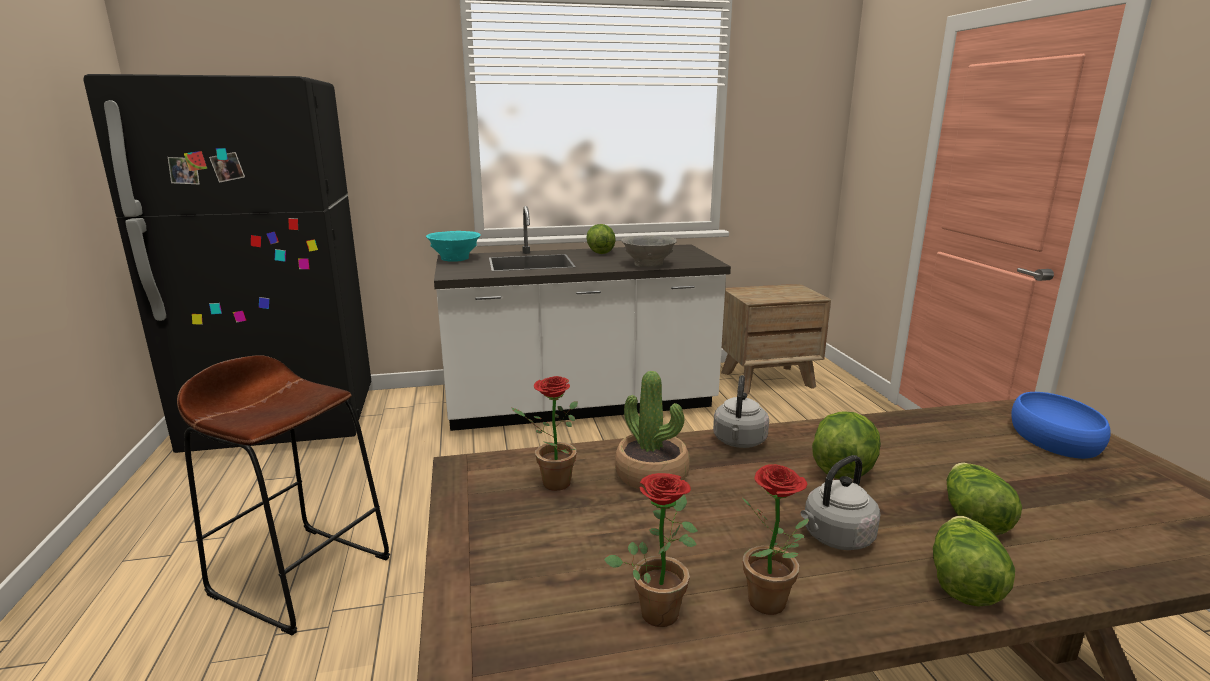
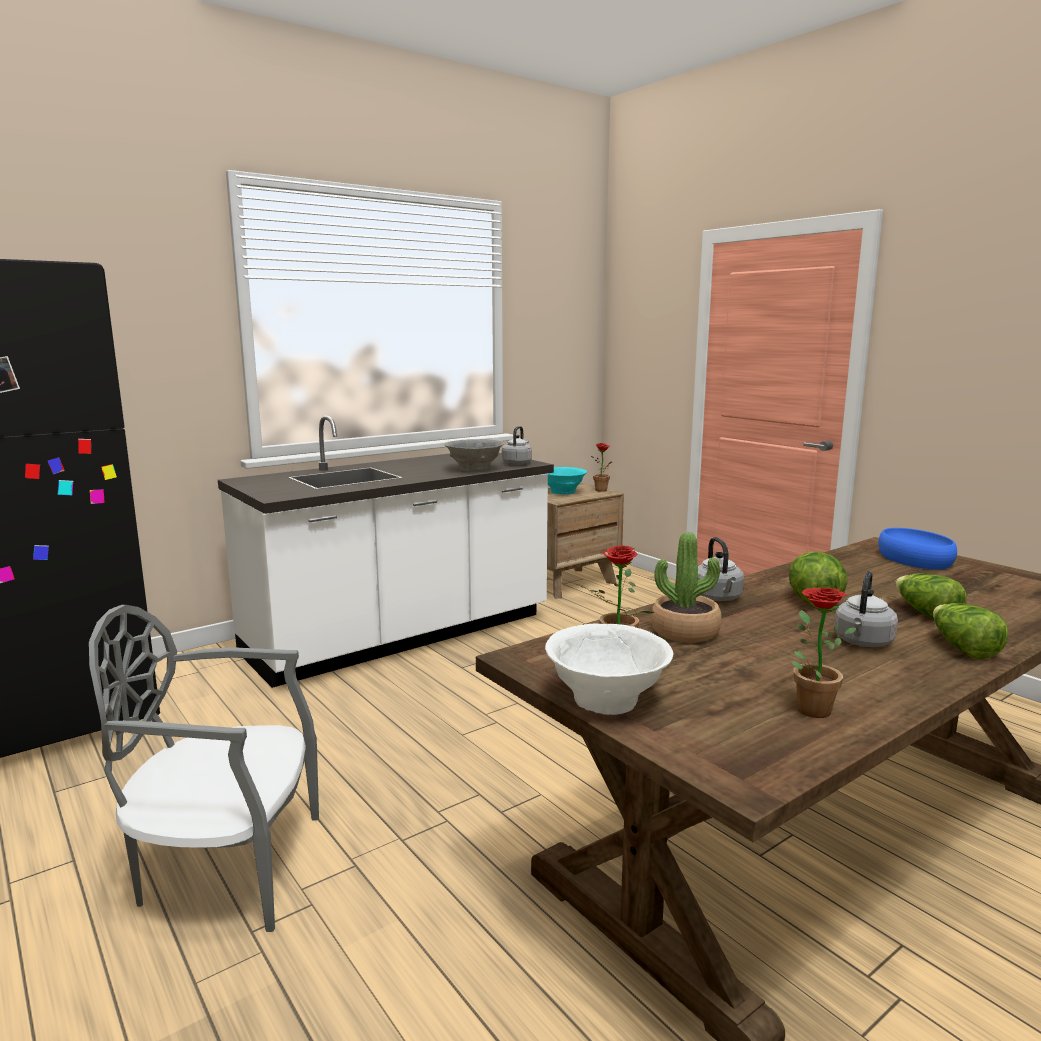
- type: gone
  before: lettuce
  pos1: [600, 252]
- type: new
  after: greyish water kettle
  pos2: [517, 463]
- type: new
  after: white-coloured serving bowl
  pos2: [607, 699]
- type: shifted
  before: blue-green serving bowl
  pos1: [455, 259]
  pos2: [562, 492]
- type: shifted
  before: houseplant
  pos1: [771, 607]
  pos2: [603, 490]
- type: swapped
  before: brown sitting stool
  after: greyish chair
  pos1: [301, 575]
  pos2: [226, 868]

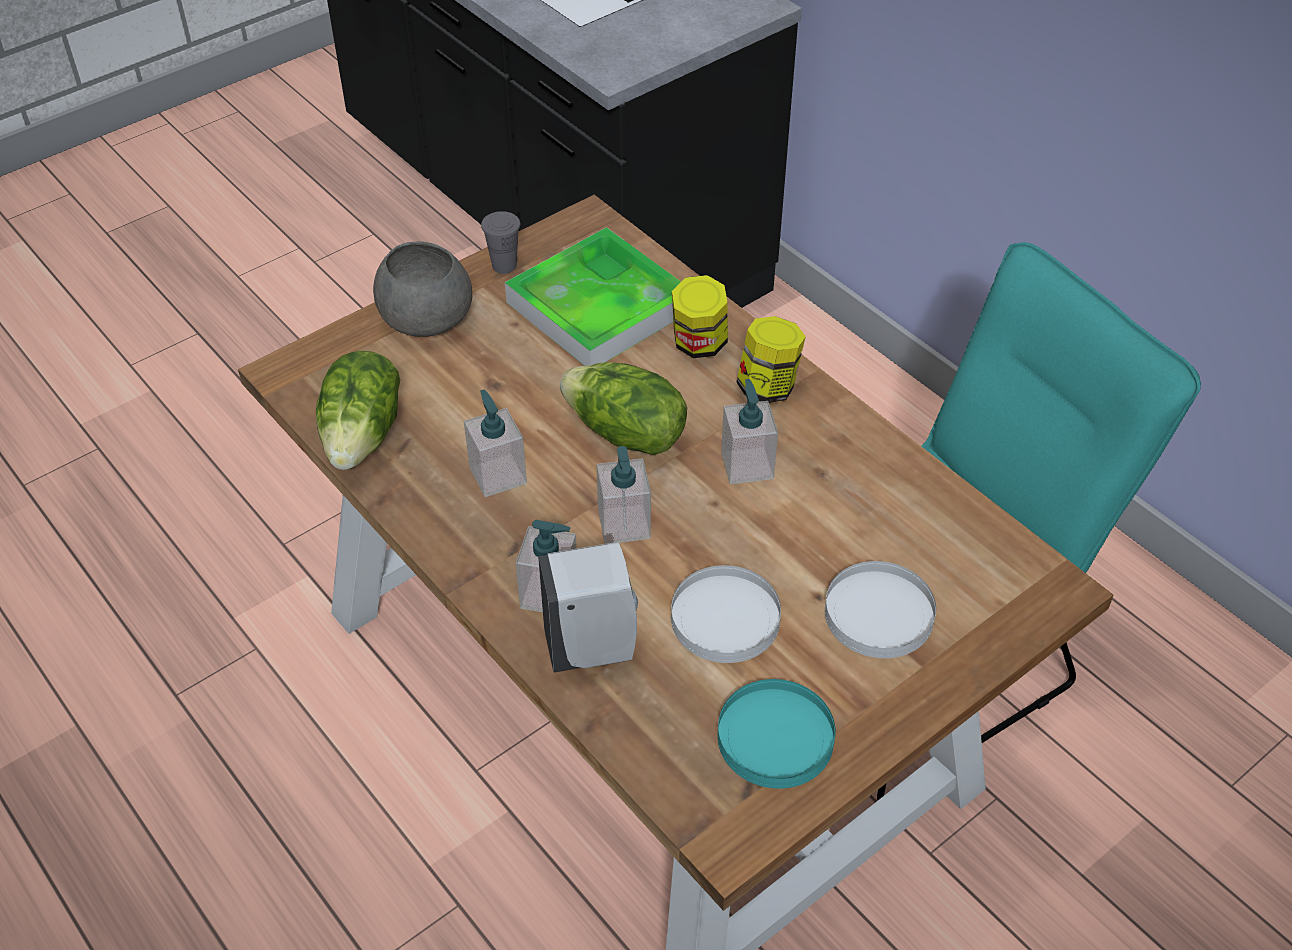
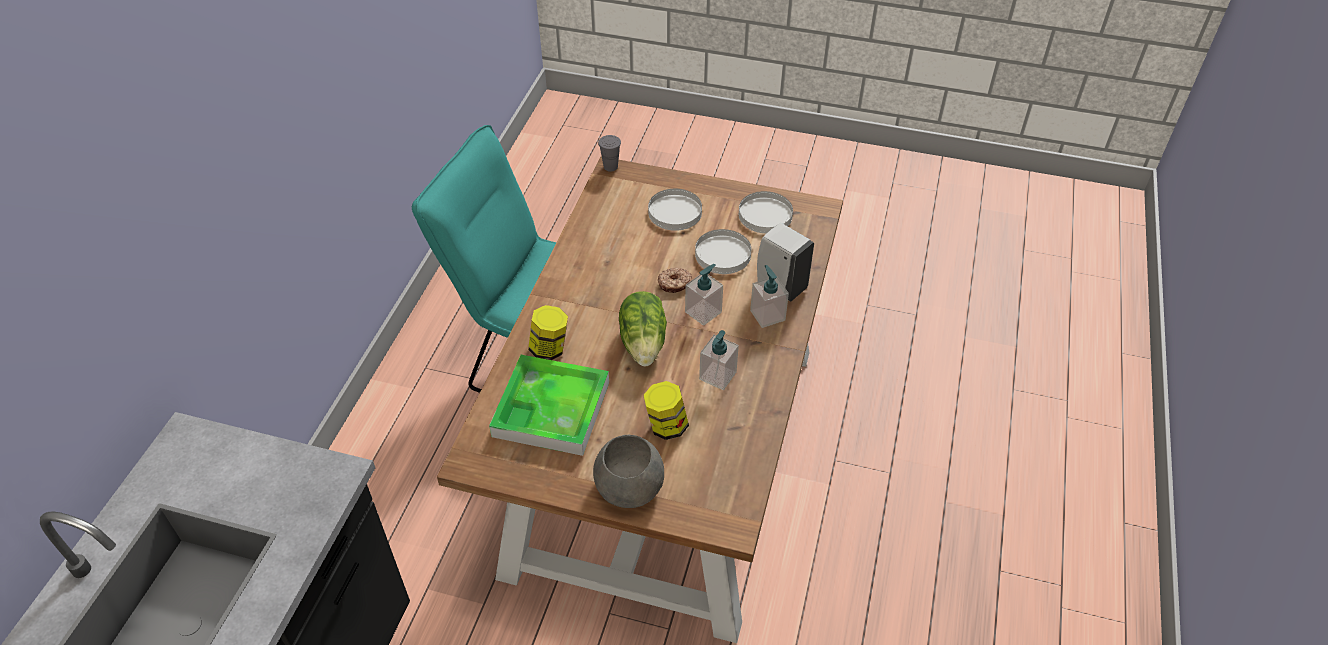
- type: gone
  before: lettuce
  pos1: [364, 435]
- type: gone
  before: soap bottle
  pos1: [747, 465]
- type: new
  after: donut
  pos2: [674, 284]
- type: shifted
  before: greyish small cup
  pos1: [504, 265]
  pos2: [610, 167]
- type: shifted
  before: storage jar
  pos1: [768, 387]
  pos2: [666, 426]
- type: repainted
  before: blue-green flat dish
  after: white-coloured flat dish
  pos1: [776, 736]
  pos2: [764, 215]

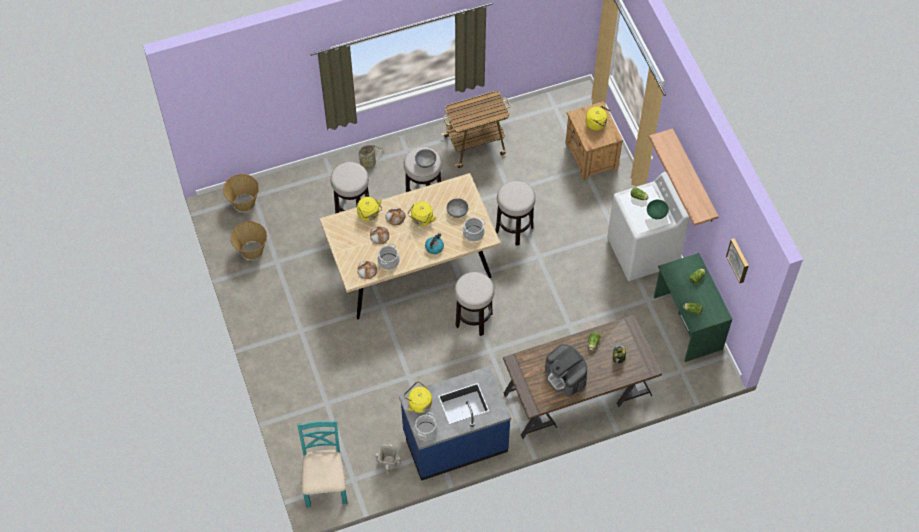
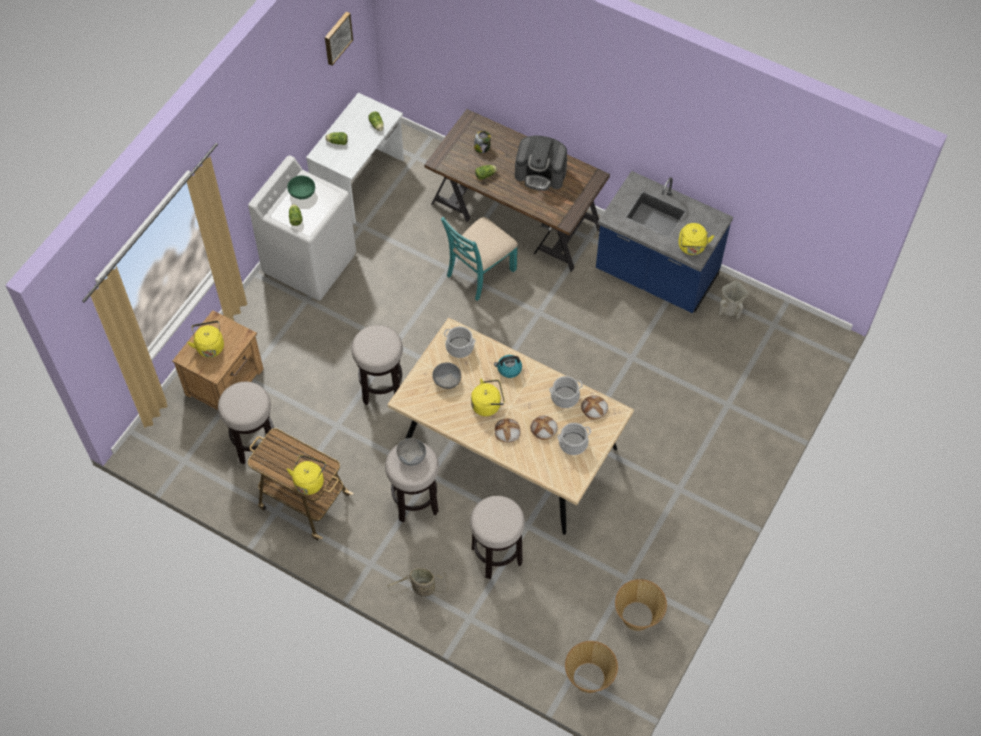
- type: gone
  before: shelf
  pos1: [693, 177]
- type: shifted
  before: blue-green chair
  pos1: [325, 482]
  pos2: [480, 272]
- type: shifted
  before: yellow-coloured water kettle
  pos1: [369, 215]
  pos2: [309, 481]
- type: shifted
  before: stockpot
  pos1: [426, 431]
  pos2: [573, 443]
- type: shifted
  before: sitting stool
  pos1: [473, 320]
  pos2: [255, 443]
- type: repainted
  before: green-coloured desk table
  after: white-coloured desk table
  pos1: [687, 323]
  pos2: [360, 182]
- type: rotated
  before: coffee maker
  pos1: [565, 376]
  pos2: [541, 173]
  turn: 90

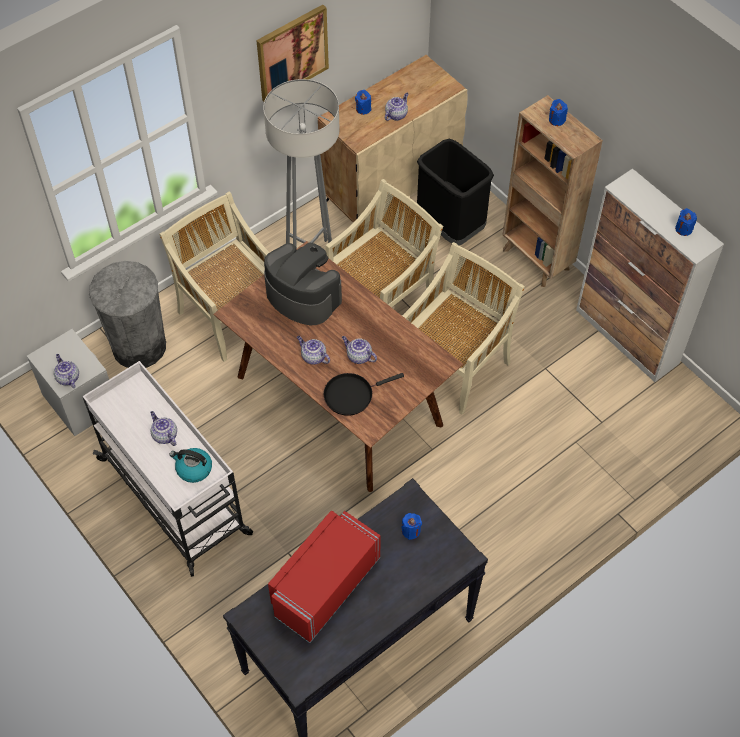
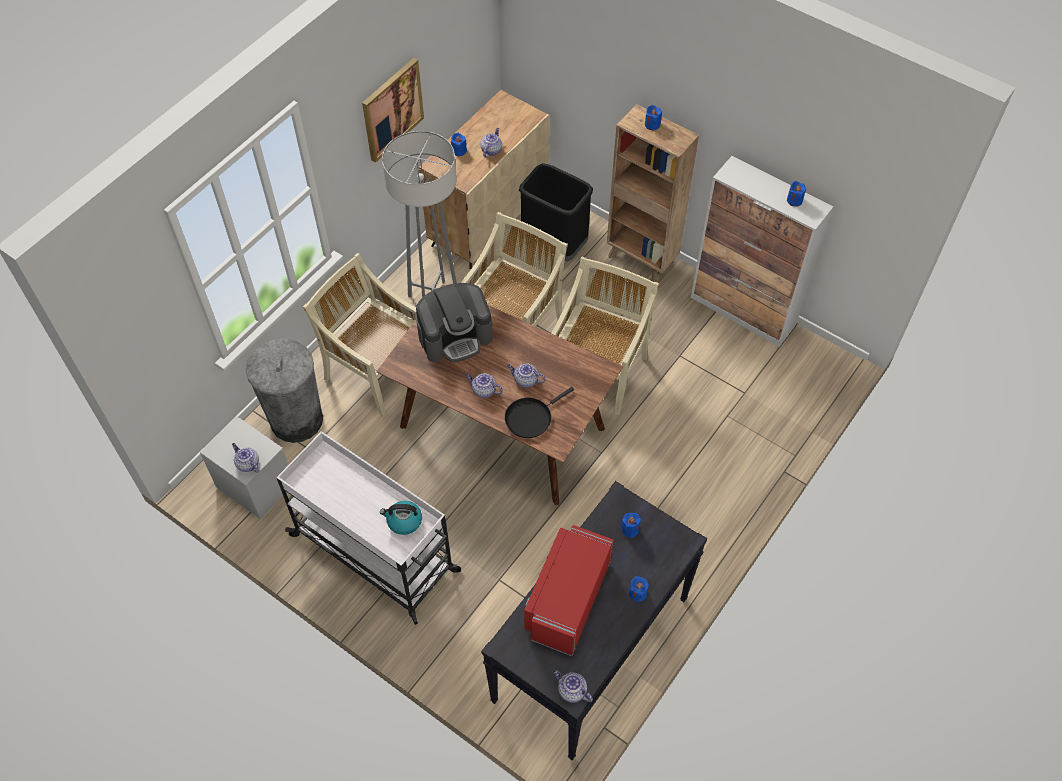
- type: new
  after: blue candle
  pos2: [637, 593]
- type: shifted
  before: tea pot
  pos1: [164, 435]
  pos2: [571, 691]
- type: rotated
  before: coffee maker
  pos1: [302, 296]
  pos2: [455, 336]
  turn: 135

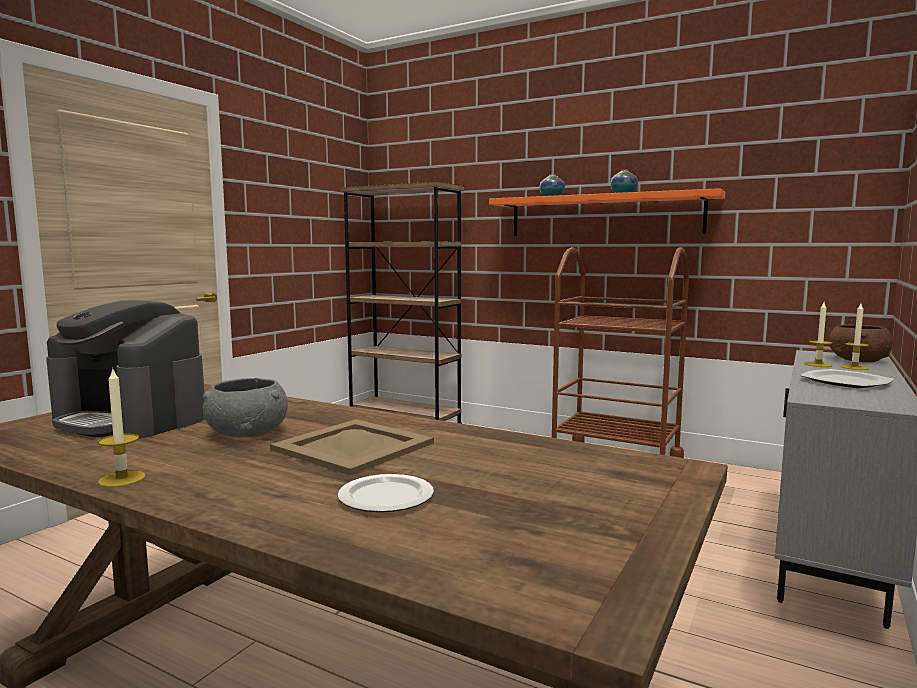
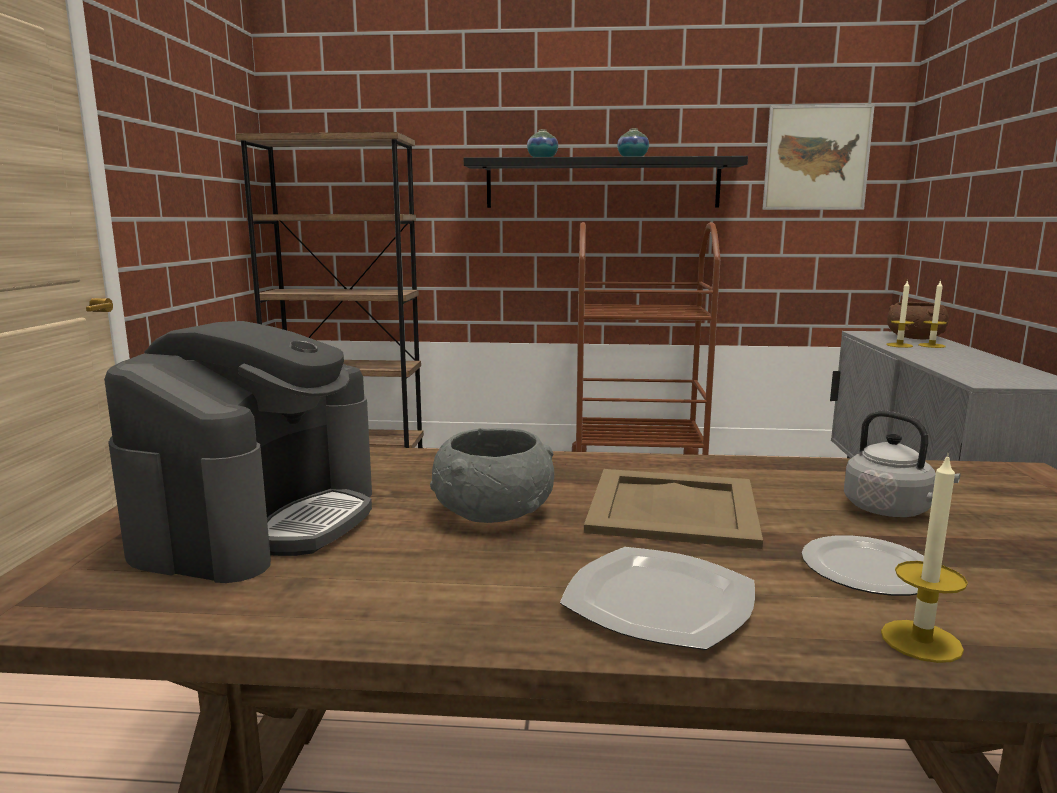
- type: new
  after: picture
  pos2: [816, 158]
- type: new
  after: greyish water kettle
  pos2: [891, 510]
- type: shifted
  before: candle
  pos1: [122, 479]
  pos2: [921, 641]
- type: shifted
  before: flat dish
  pos1: [844, 382]
  pos2: [657, 602]
- type: repainted
  before: orangey shelf
  after: black shelf
  pos1: [603, 215]
  pos2: [602, 183]
- type: rotated
  before: coffee maker
  pos1: [132, 419]
  pos2: [260, 521]
  turn: -75

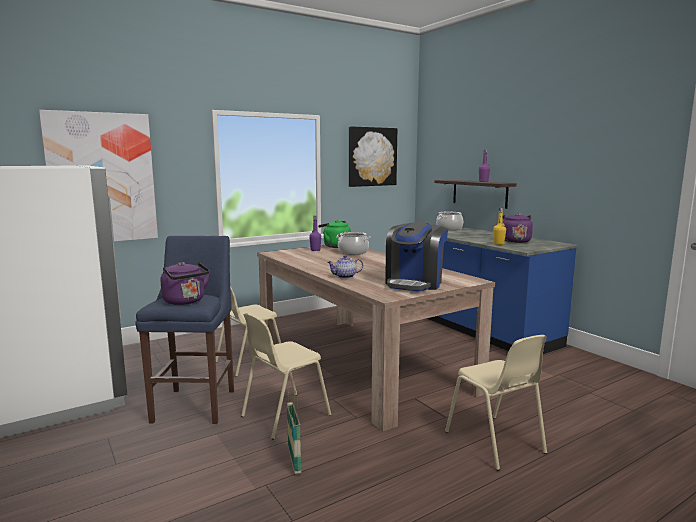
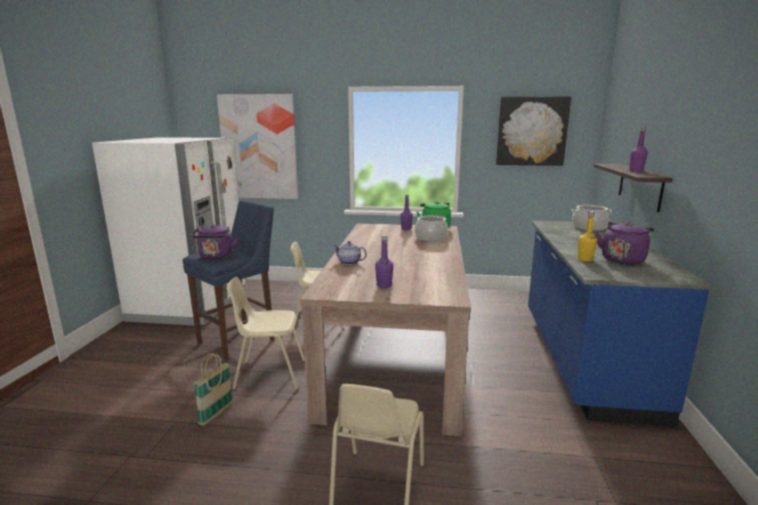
- type: swapped
  before: coffee maker
  after: purple-coloured drink bottle
  pos1: [414, 283]
  pos2: [384, 285]

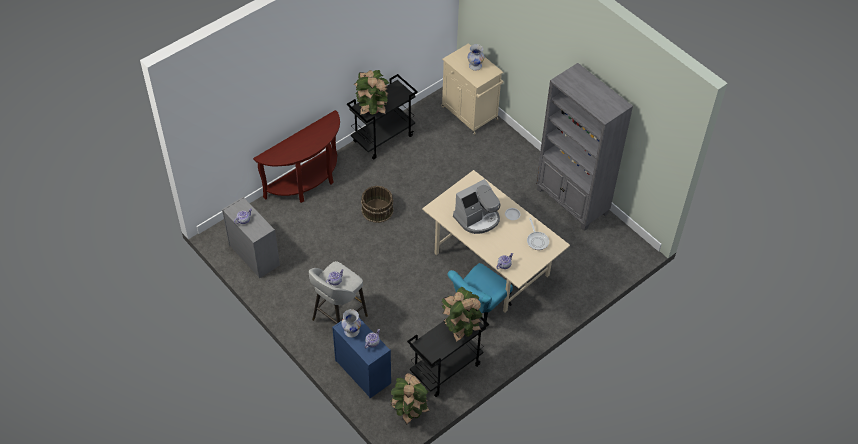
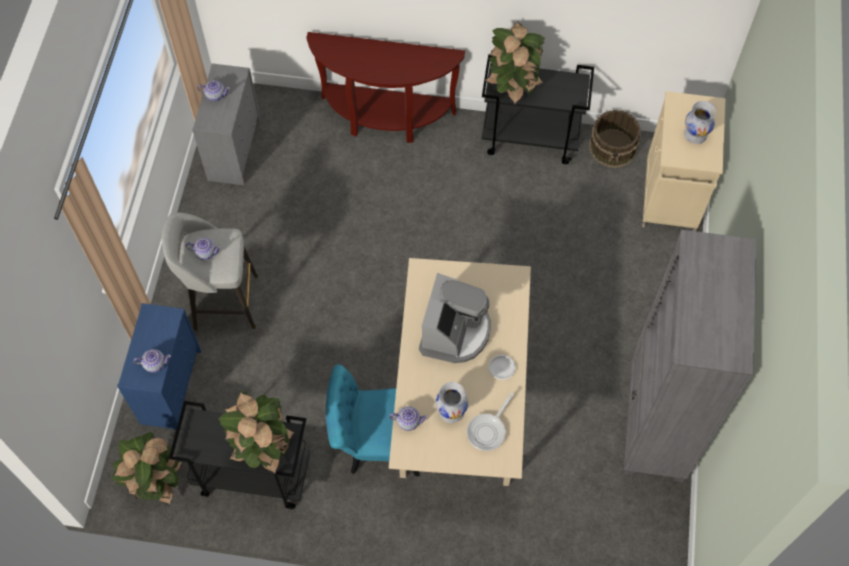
- type: shifted
  before: white-coloured decorative vase
  pos1: [351, 331]
  pos2: [451, 411]
- type: shifted
  before: brown bucket
  pos1: [377, 210]
  pos2: [613, 147]
- type: rotated
  before: coffee maker
  pos1: [477, 218]
  pos2: [455, 332]
  turn: -90

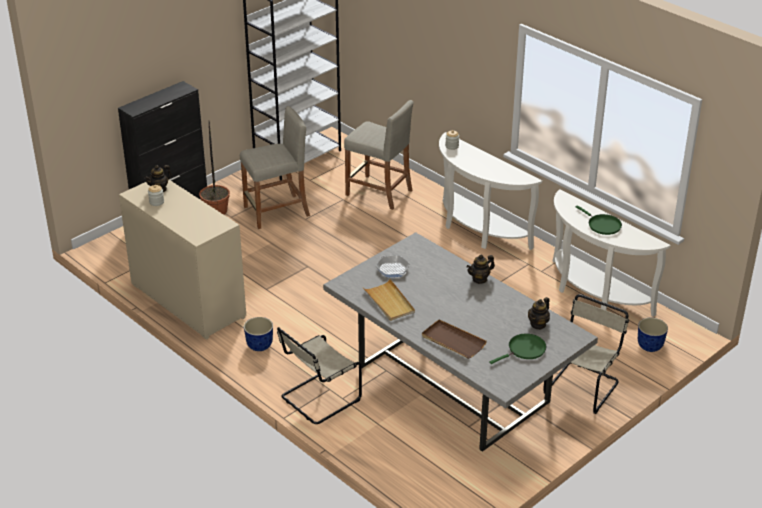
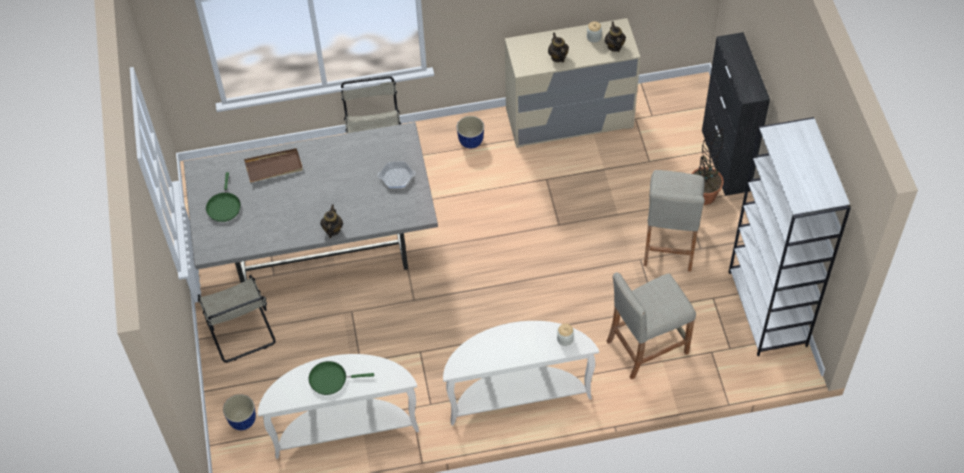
- type: gone
  before: beige-coloured carrying tray
  pos1: [389, 302]
- type: shifted
  before: tea pot
  pos1: [538, 324]
  pos2: [558, 57]

